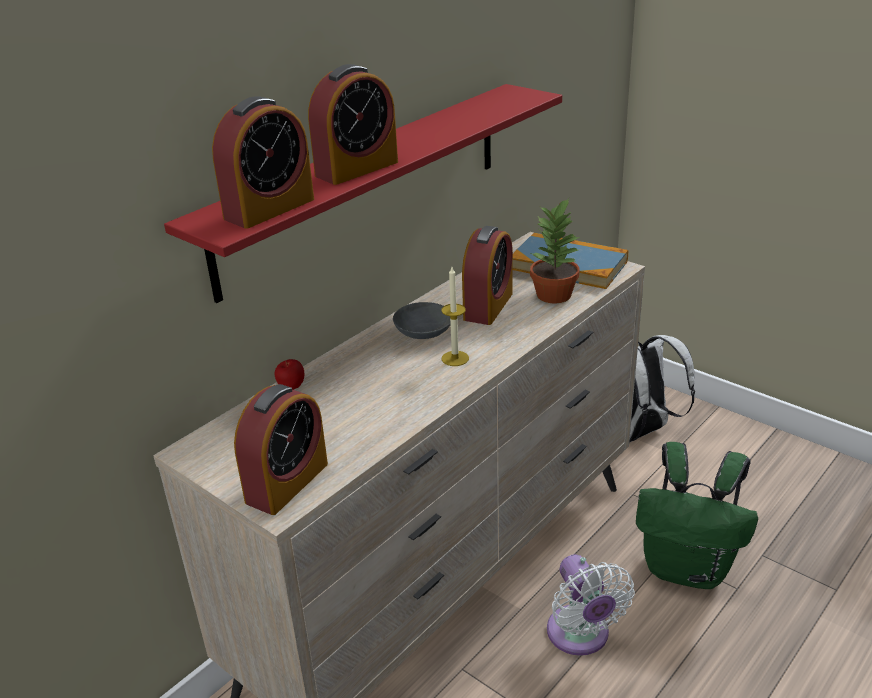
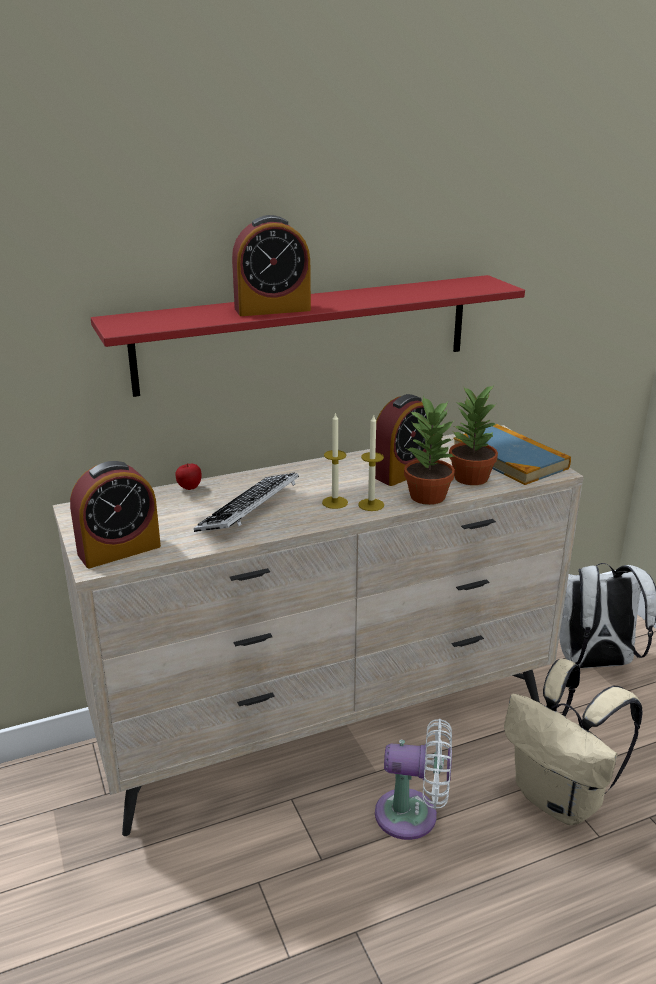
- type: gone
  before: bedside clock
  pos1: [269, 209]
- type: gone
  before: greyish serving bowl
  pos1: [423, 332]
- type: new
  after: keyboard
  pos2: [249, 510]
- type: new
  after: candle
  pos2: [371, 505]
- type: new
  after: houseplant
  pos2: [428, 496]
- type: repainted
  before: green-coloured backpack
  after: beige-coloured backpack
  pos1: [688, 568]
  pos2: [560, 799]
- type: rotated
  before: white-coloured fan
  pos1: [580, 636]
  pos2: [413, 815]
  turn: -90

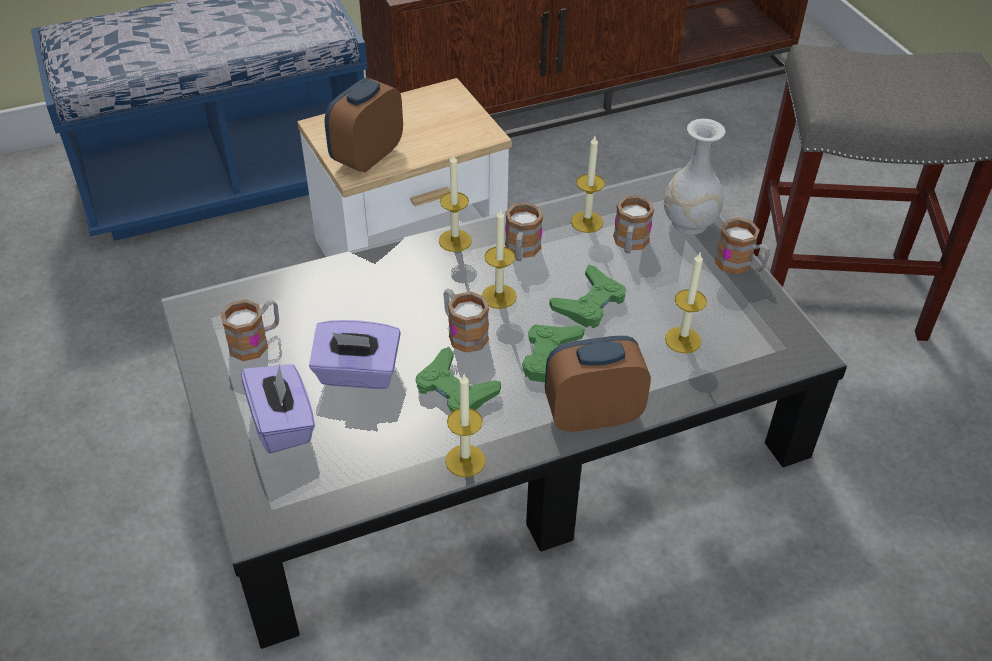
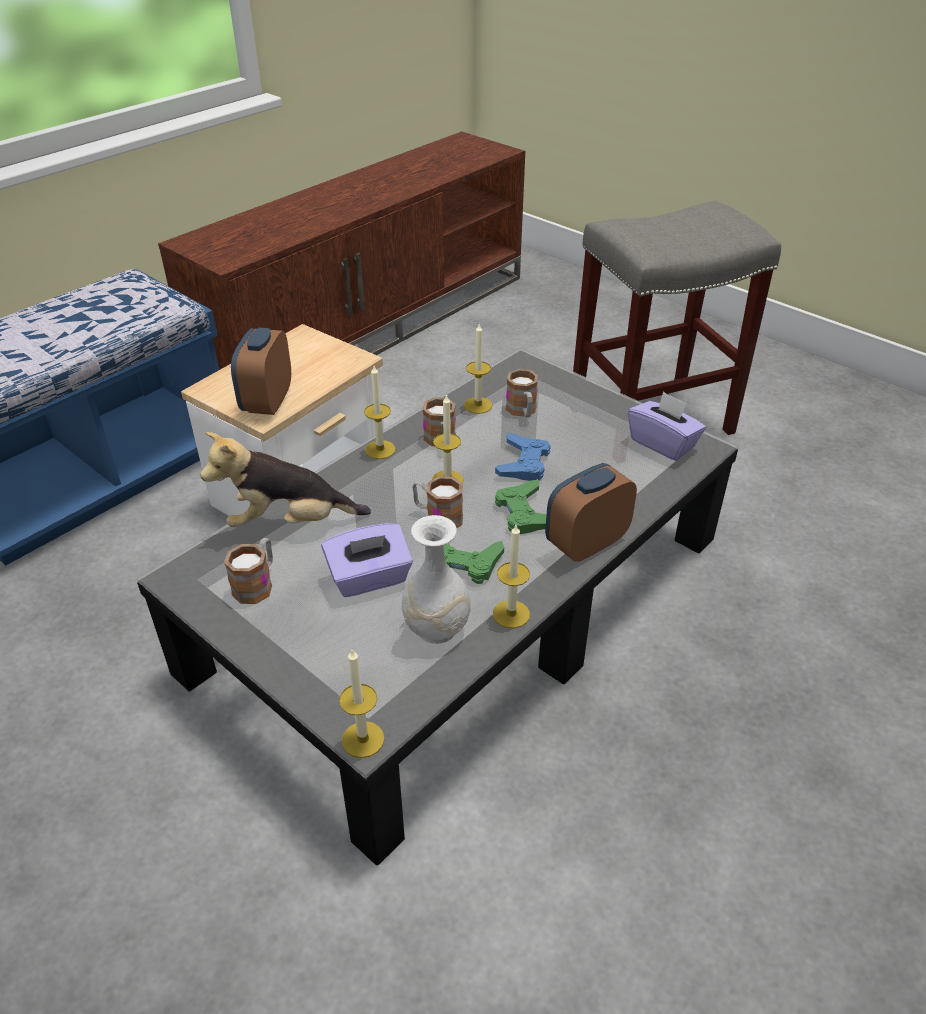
- type: gone
  before: mug
  pos1: [740, 265]
- type: new
  after: soft toy
  pos2: [289, 522]
- type: shifted
  before: purple-coloured box of tissues
  pos1: [283, 423]
  pos2: [663, 443]
- type: shifted
  before: white-coloured decorative vase
  pos1: [688, 223]
  pos2: [435, 628]
- type: shifted
  before: candle
  pos1: [683, 340]
  pos2: [363, 739]
- type: repainted
  before: green-coloured joypad
  after: blue joypad
  pos1: [589, 303]
  pos2: [523, 463]

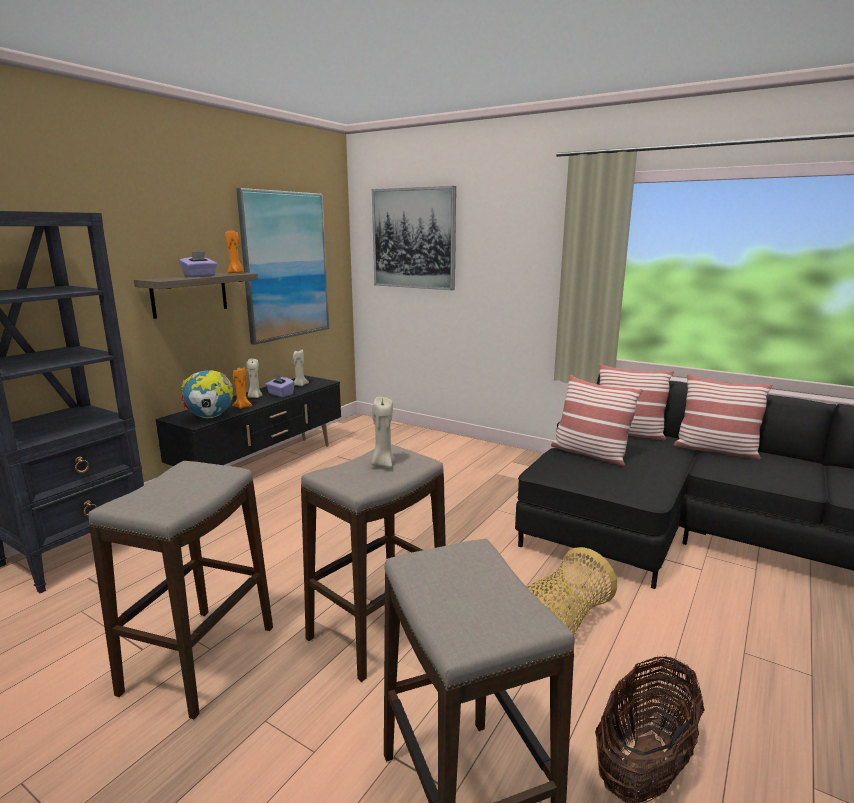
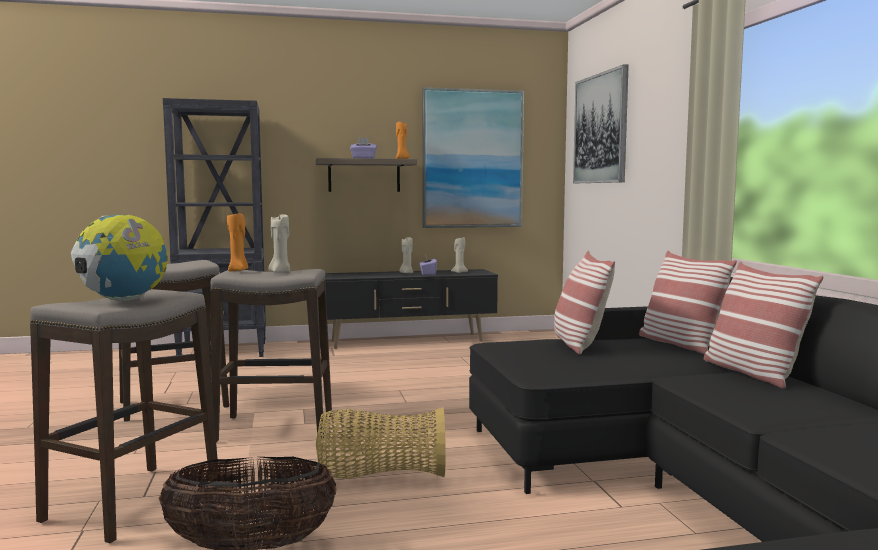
- type: shifted
  before: world globe
  pos1: [210, 417]
  pos2: [123, 300]
- type: shifted
  before: orangey candle
  pos1: [242, 407]
  pos2: [238, 270]

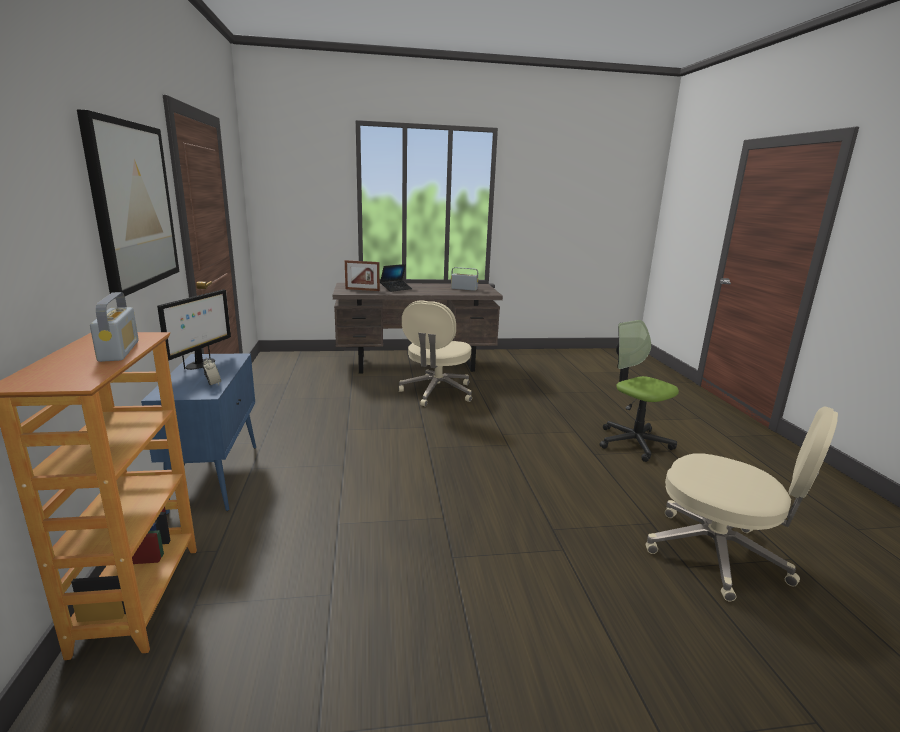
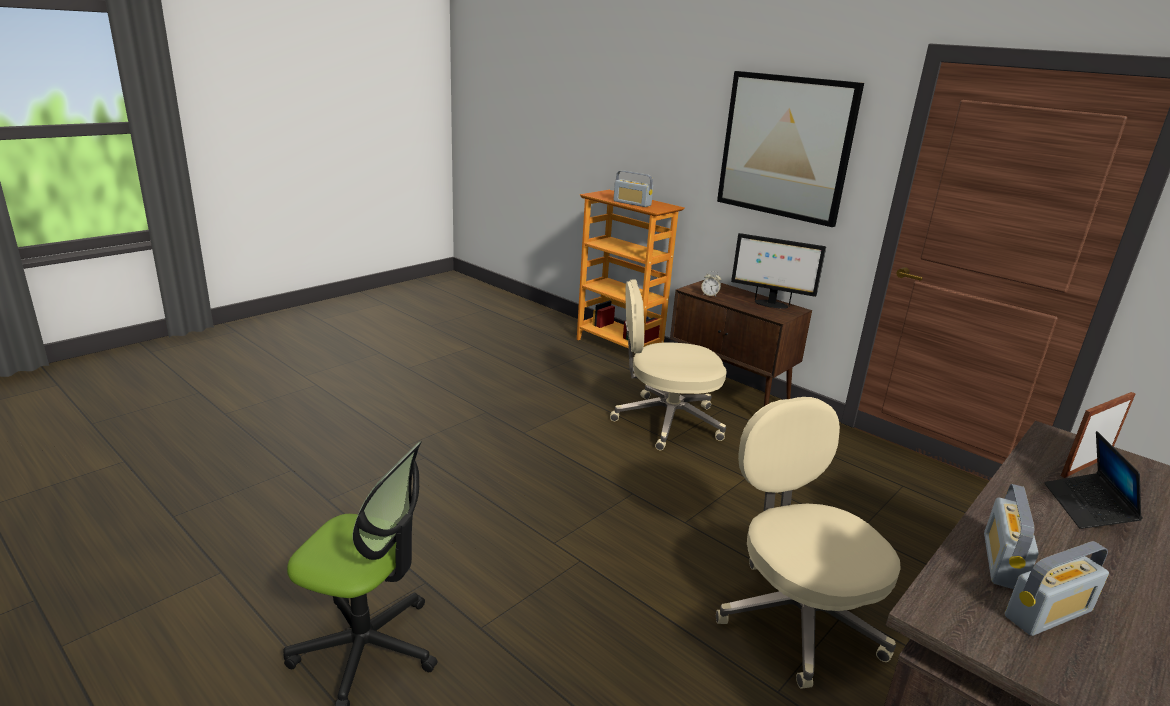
- type: new
  after: radio receiver
  pos2: [1002, 561]
- type: shifted
  before: beige-coloured computer chair
  pos1: [719, 554]
  pos2: [665, 421]
- type: repainted
  before: blue cupboard
  after: brown cupboard
  pos1: [216, 476]
  pos2: [728, 395]
- type: rotated
  before: computer display
  pos1: [200, 364]
  pos2: [770, 304]
  turn: -45

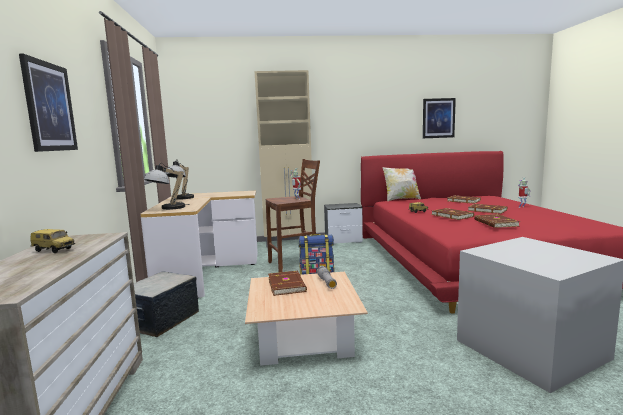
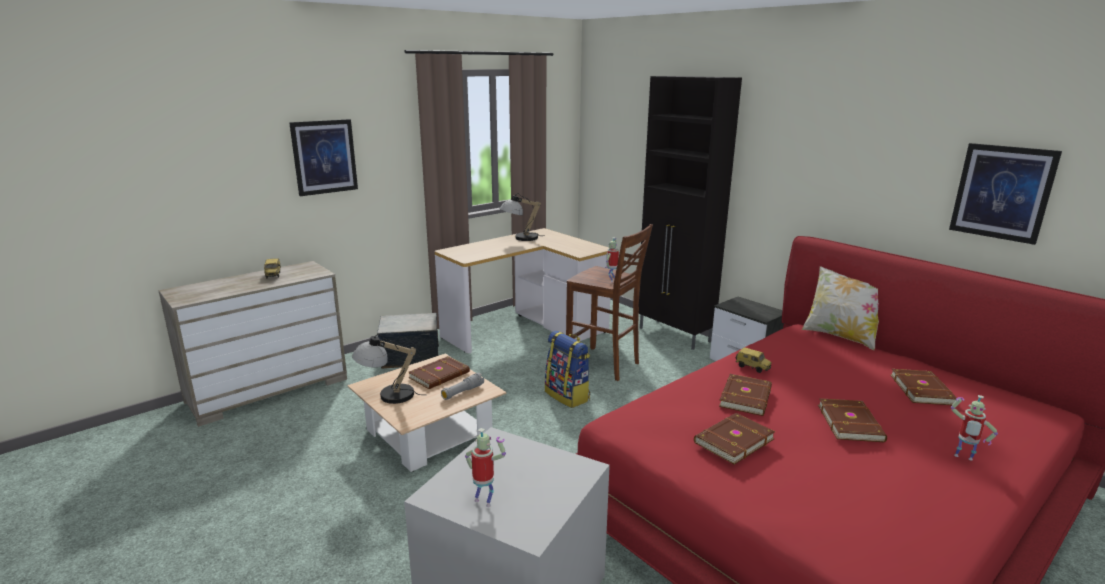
- type: new
  after: robot figure
  pos2: [485, 501]
- type: shifted
  before: tabletop lamp
  pos1: [168, 208]
  pos2: [387, 395]
- type: repainted
  before: beige-coloured cupboard
  after: black cupboard
  pos1: [290, 243]
  pos2: [675, 335]

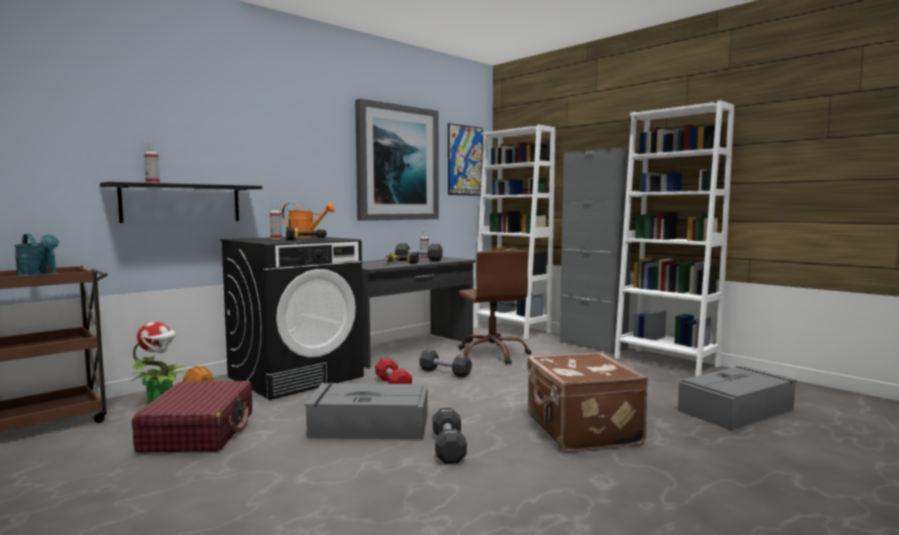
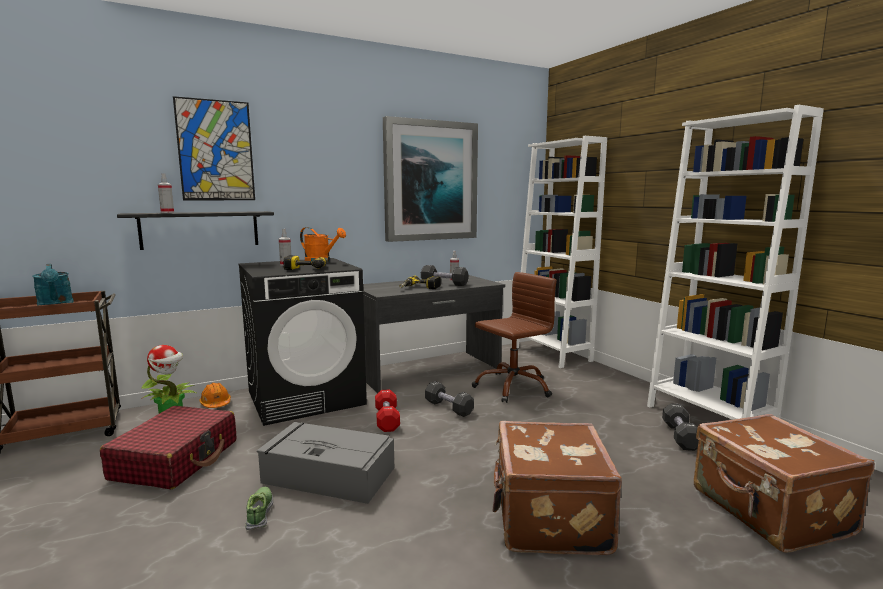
- type: gone
  before: greyish cupboard
  pos1: [592, 345]
- type: new
  after: item of footwear
  pos2: [260, 513]
- type: shifted
  before: black dumbbell
  pos1: [448, 448]
  pos2: [680, 436]
- type: shifted
  before: picture
  pos1: [465, 160]
  pos2: [216, 151]
- type: swapped
  before: greyish storage box
  after: brown piece of luggage
  pos1: [737, 410]
  pos2: [769, 512]
- type: rotated
  before: brown computer chair
  pos1: [492, 354]
  pos2: [512, 387]
  turn: -120

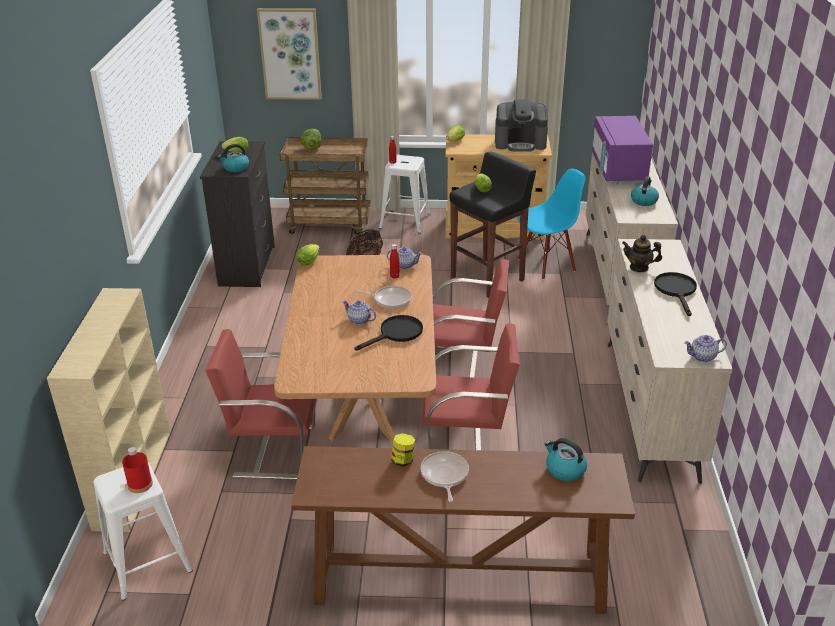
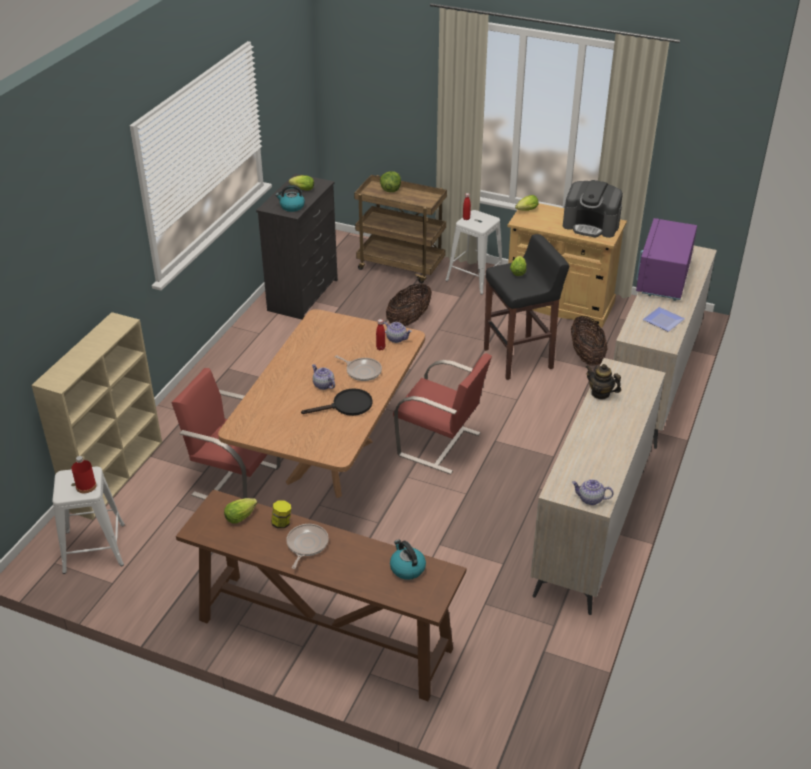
- type: gone
  before: picture
  pos1: [290, 54]
- type: gone
  before: red-coloured chair
  pos1: [467, 443]
- type: gone
  before: black pan
  pos1: [676, 291]
- type: shifted
  before: lettuce
  pos1: [309, 261]
  pos2: [242, 516]
- type: swapped
  before: blue chair
  after: household basket
  pos1: [546, 264]
  pos2: [586, 356]
- type: swapped
  before: water kettle
  after: flat dish
  pos1: [643, 201]
  pos2: [661, 321]

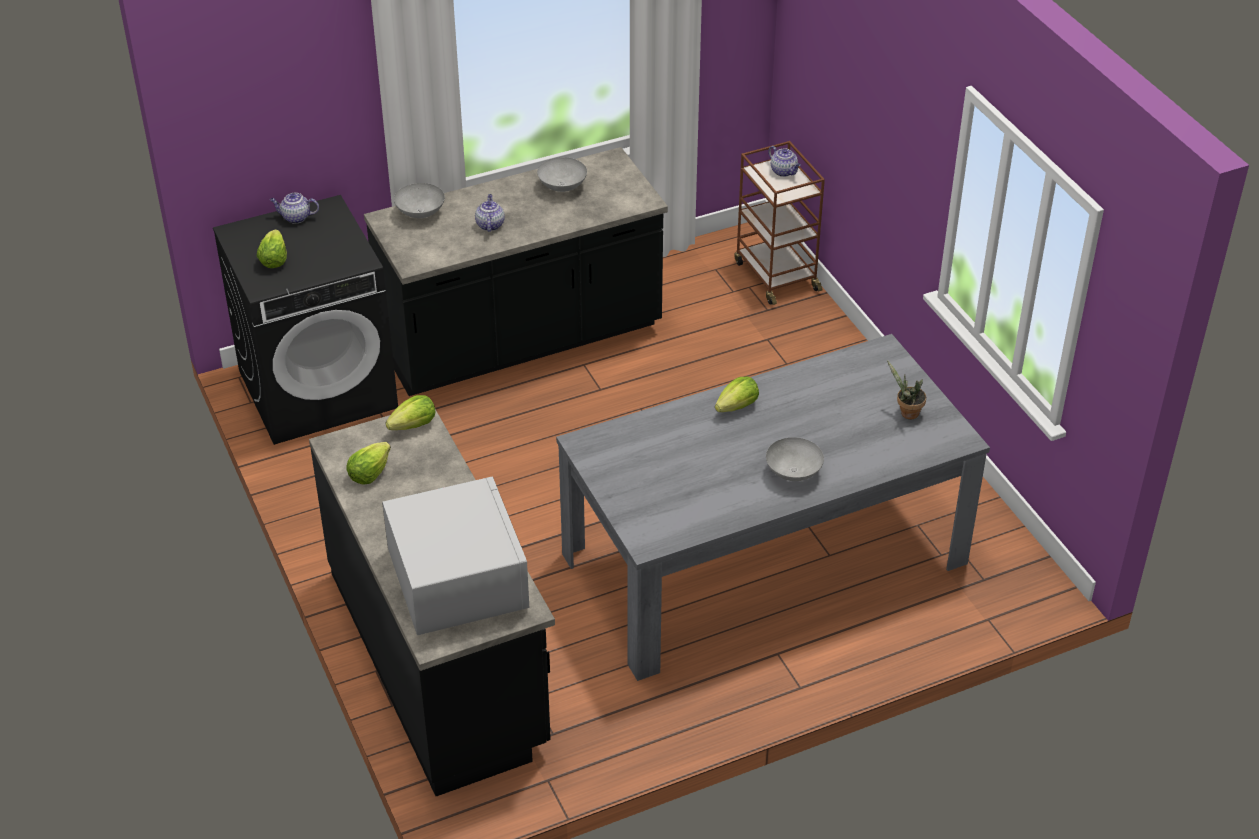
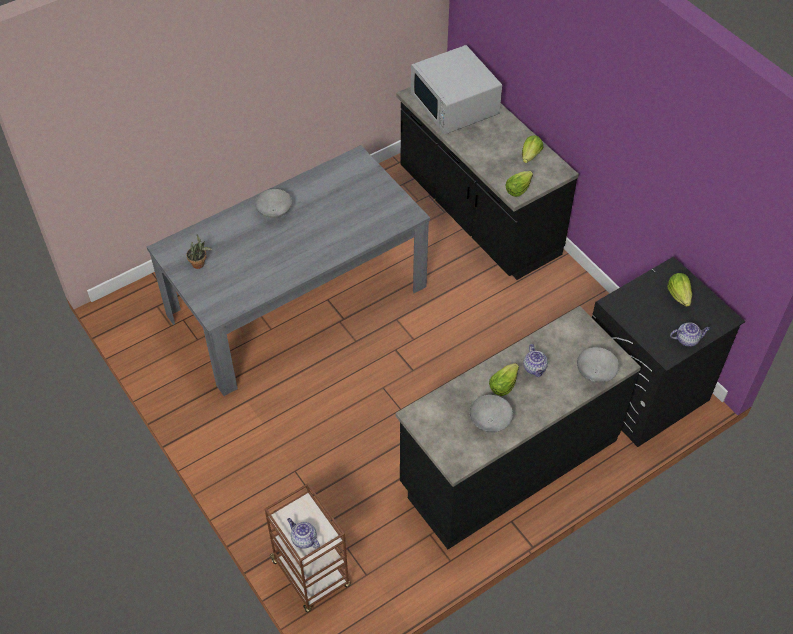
- type: shifted
  before: lettuce
  pos1: [737, 407]
  pos2: [503, 385]

